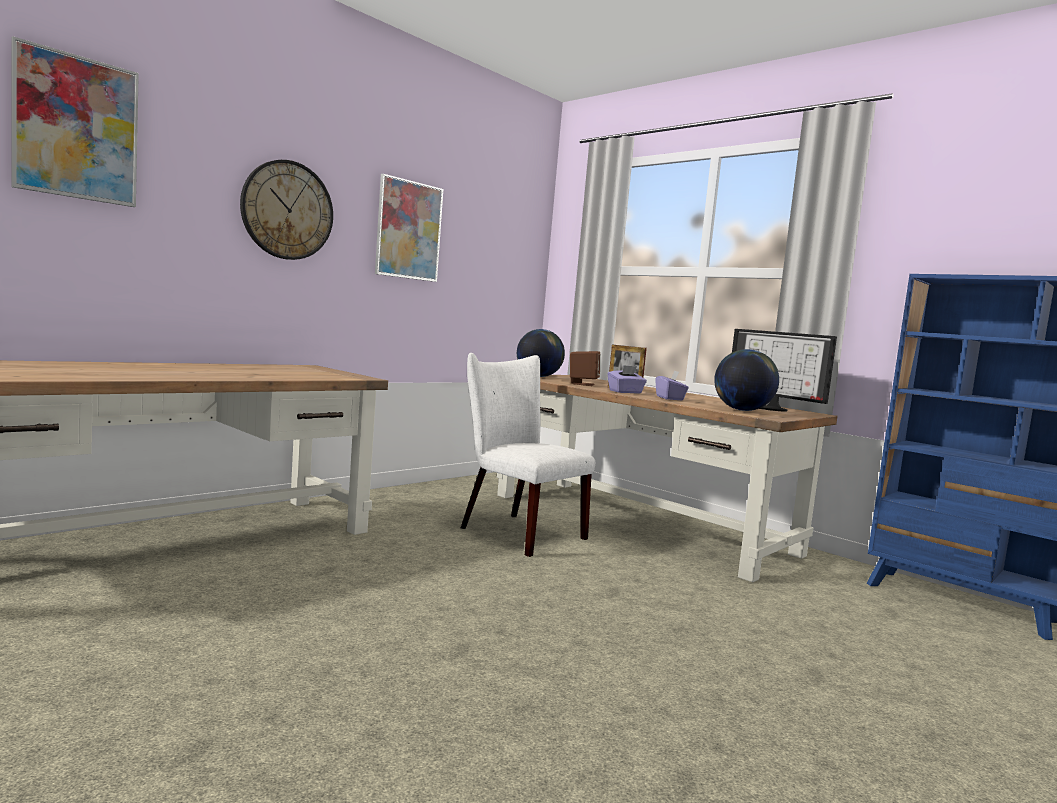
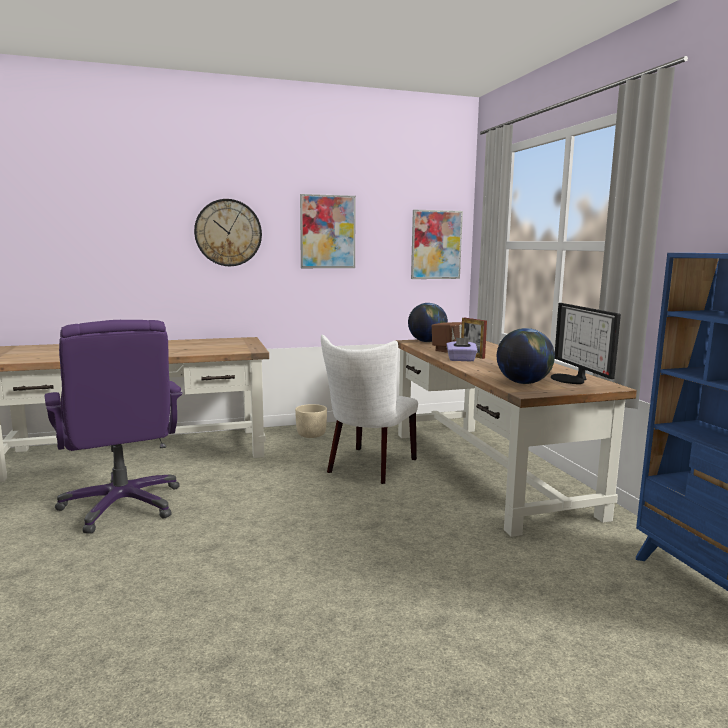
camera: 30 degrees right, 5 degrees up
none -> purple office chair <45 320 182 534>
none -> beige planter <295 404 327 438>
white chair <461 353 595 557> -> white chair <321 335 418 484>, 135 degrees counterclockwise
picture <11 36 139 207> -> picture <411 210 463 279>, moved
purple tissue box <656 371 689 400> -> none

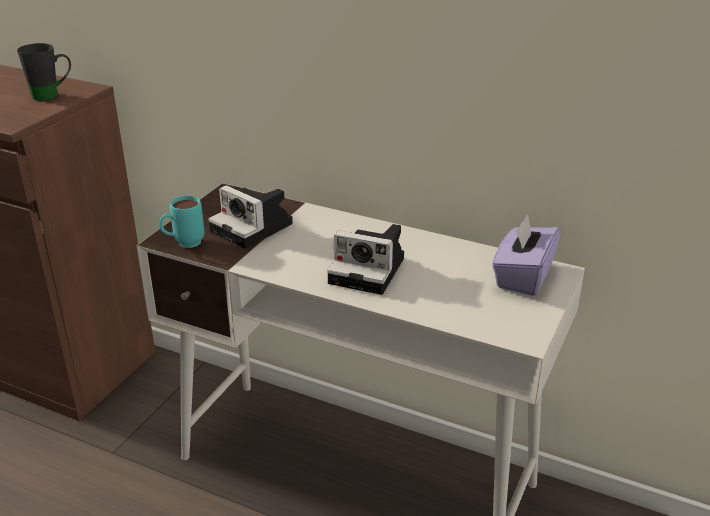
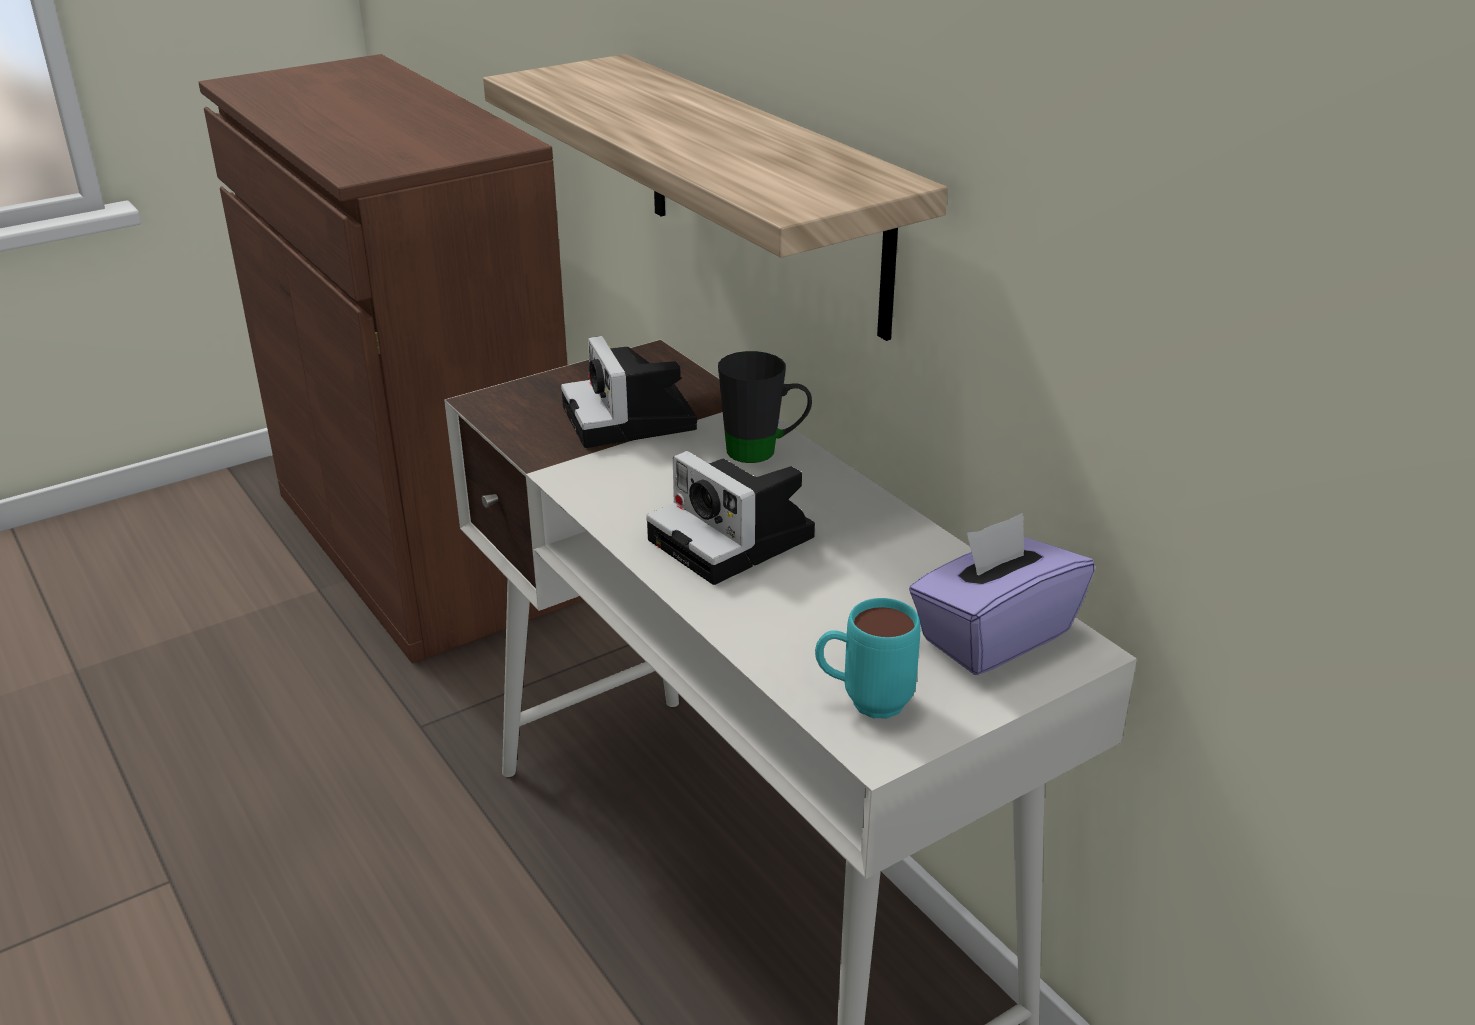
camera: 30 degrees right, 0 degrees up
none -> shelf <483 54 948 341>
black mug <17 43 71 100> -> black mug <718 351 812 463>, moved
turquoise mug <159 196 204 248> -> turquoise mug <815 598 921 719>, moved

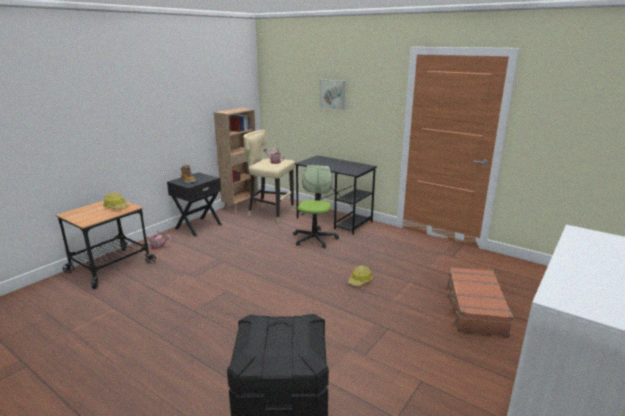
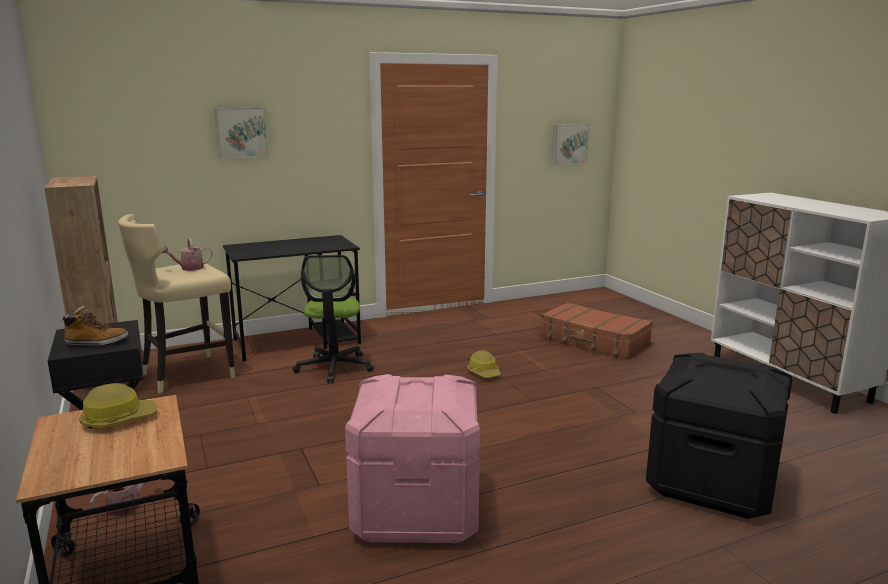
camera: 60 degrees left, 5 degrees down
office chair <293 165 339 248> -> office chair <292 255 374 383>, 135 degrees counterclockwise
none -> pink storage box <345 374 480 544>
none -> picture <552 124 589 165>

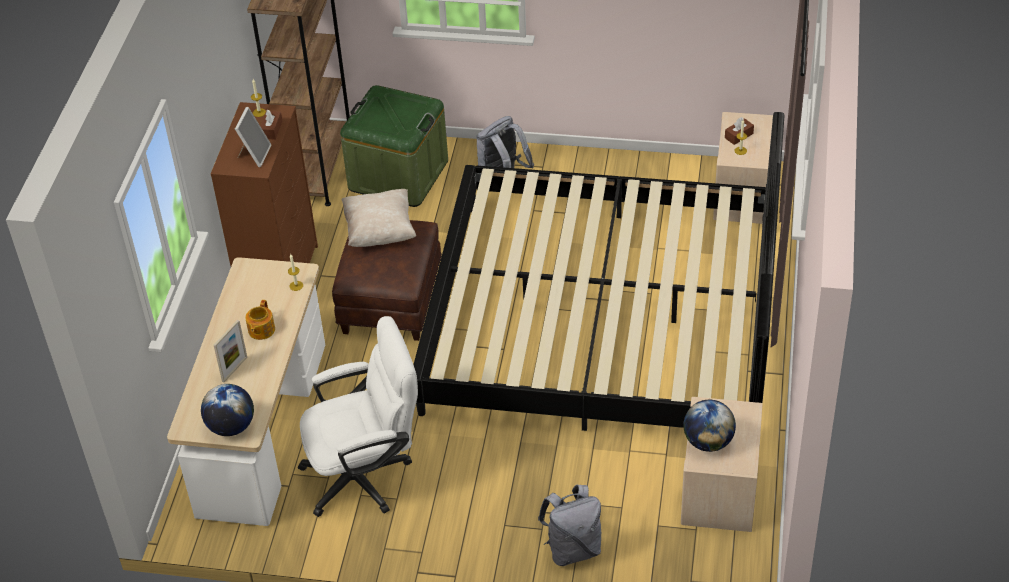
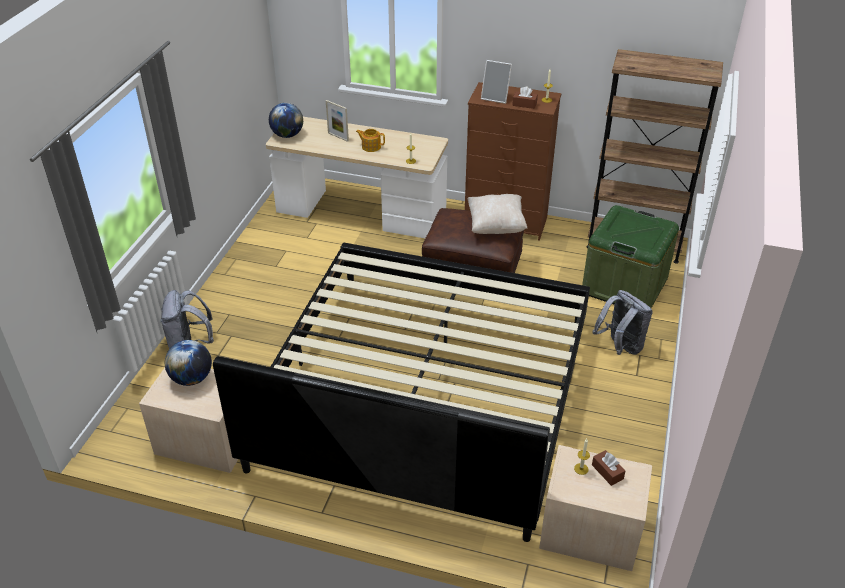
camera: 95 degrees right, 5 degrees down
white office chair <298 316 418 517> -> none

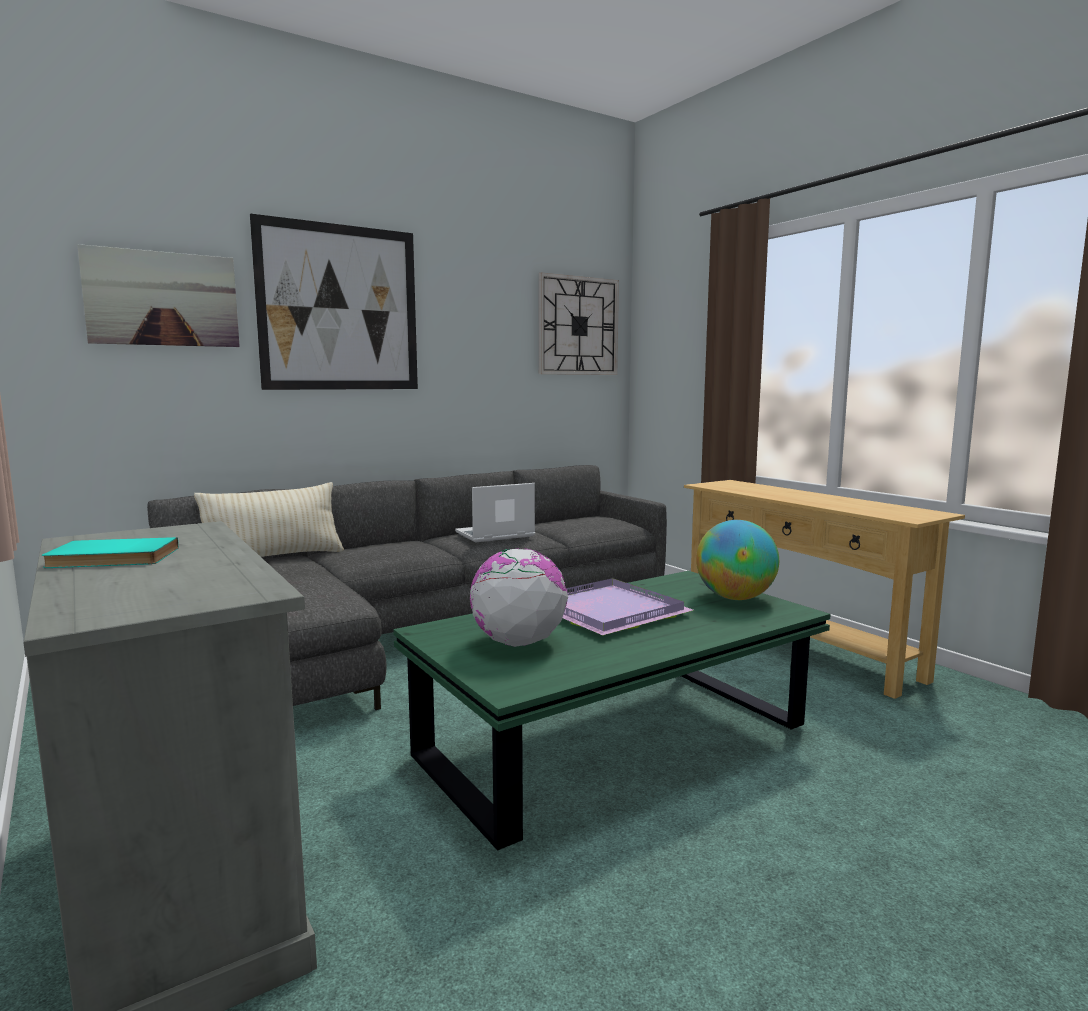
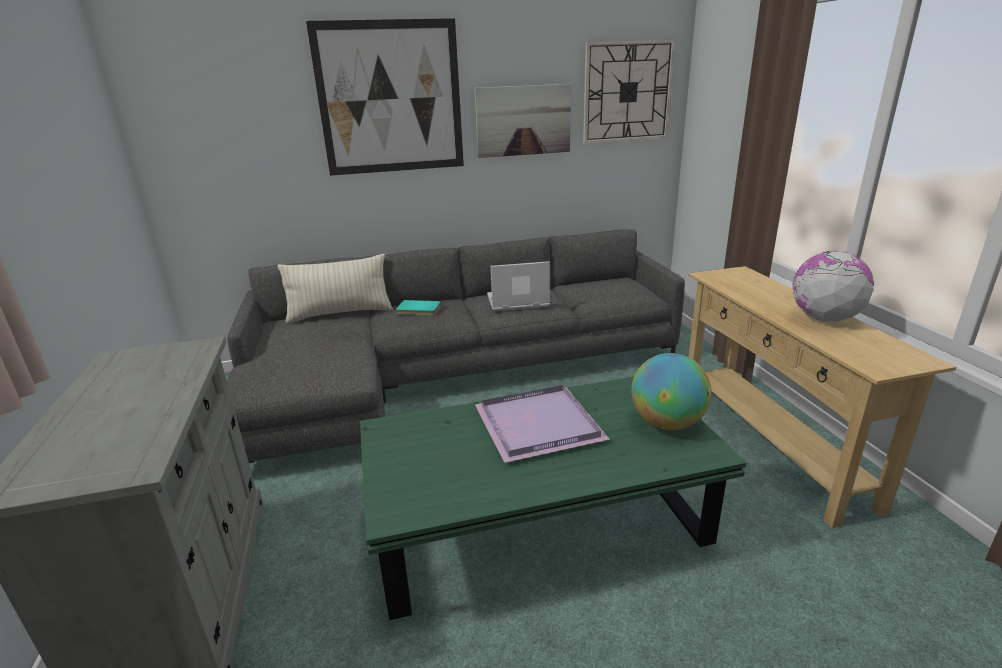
camera: 20 degrees right, 15 degrees up
turquoise book <42 537 179 568> -> turquoise book <396 300 442 316>, moved
picture <77 244 240 347> -> picture <475 84 571 158>, moved
globe <470 548 568 647> -> globe <792 251 875 322>, moved

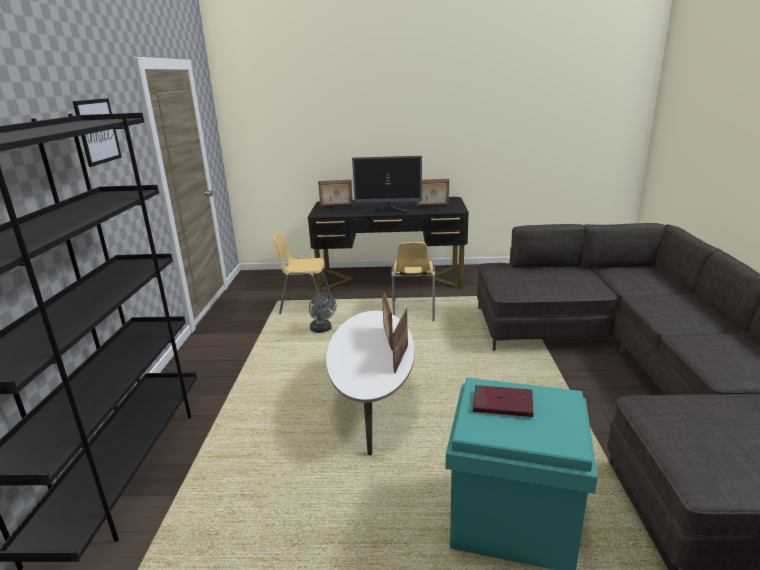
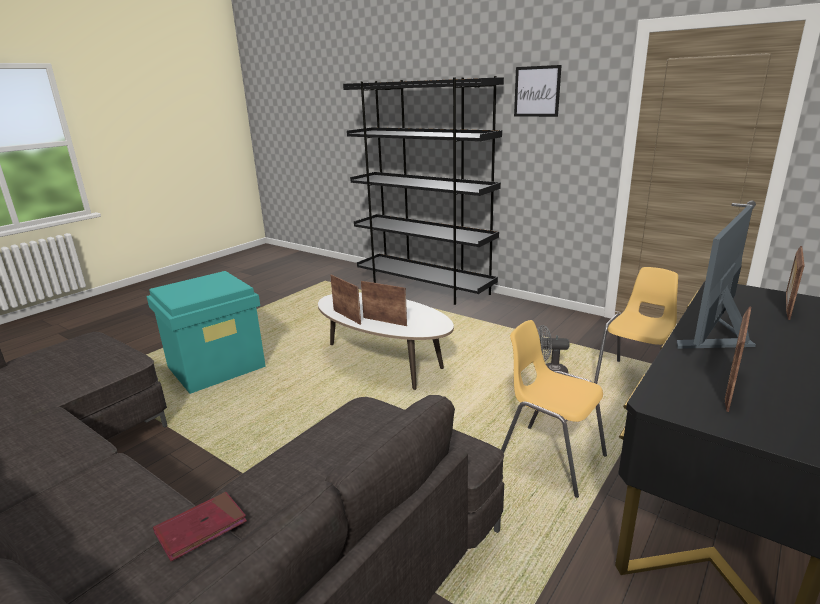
camera: 125 degrees right, 0 degrees up
red book <473 385 533 417> -> red book <153 492 247 561>, moved

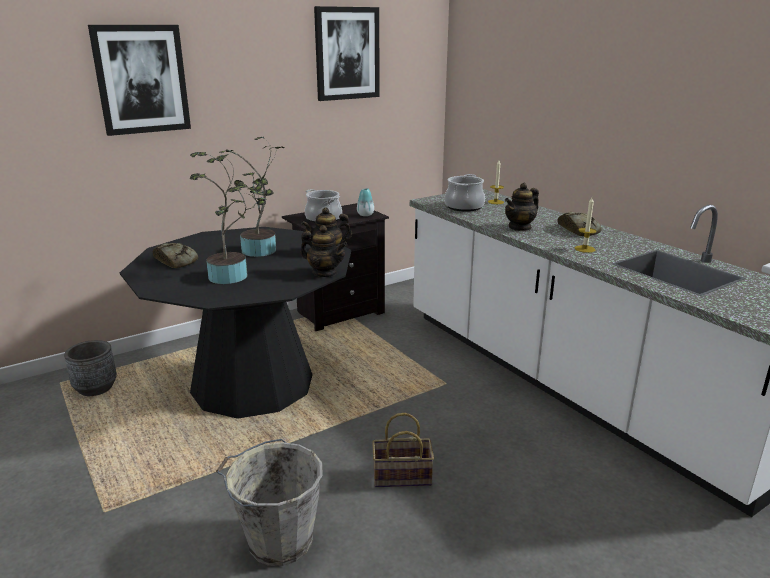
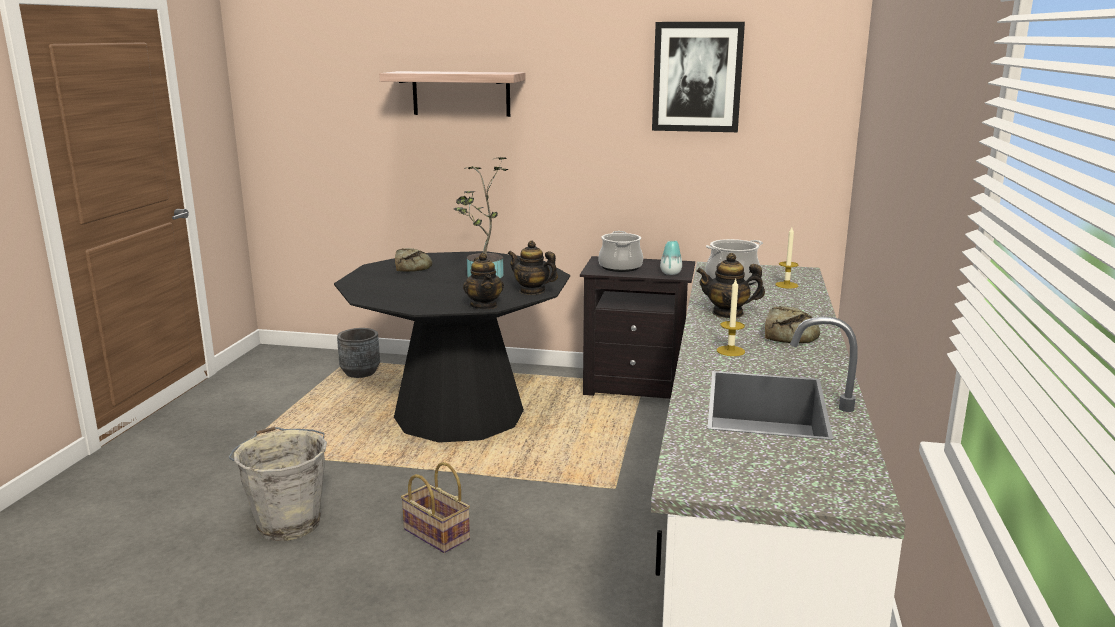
camera: 45 degrees right, 5 degrees down
picture <88 25 191 136> -> shelf <379 71 525 117>
potted plant <190 152 267 284> -> none

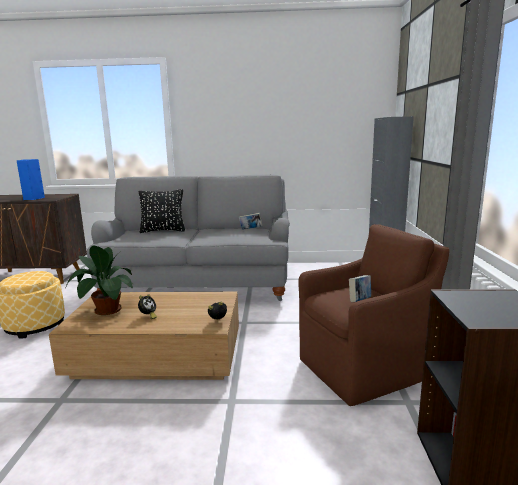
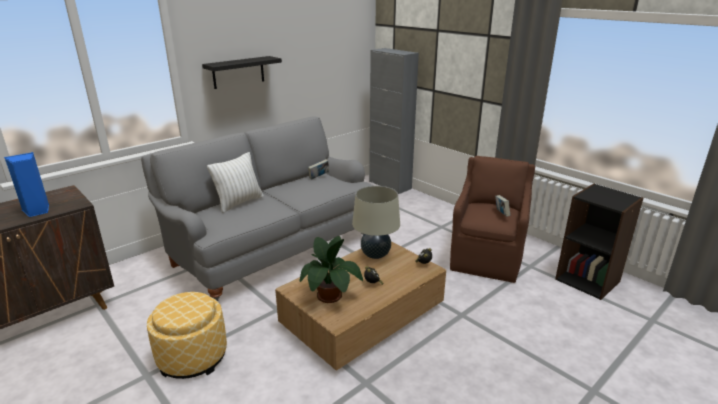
camera: 45 degrees left, 10 degrees up
none -> black shelf <202 56 282 89>
black pillow <139 189 185 233> -> white pillow <207 152 264 213>
none -> beige table lamp <352 186 400 259>

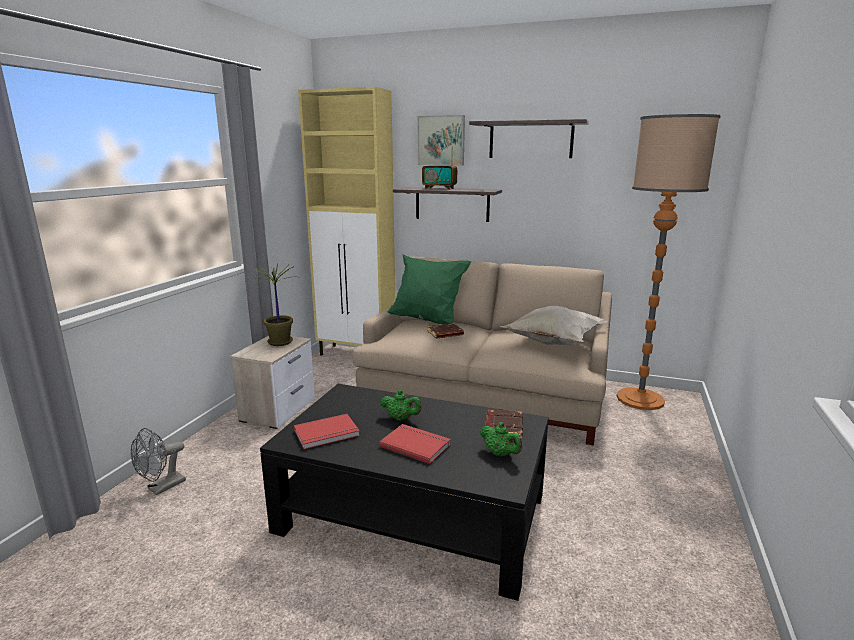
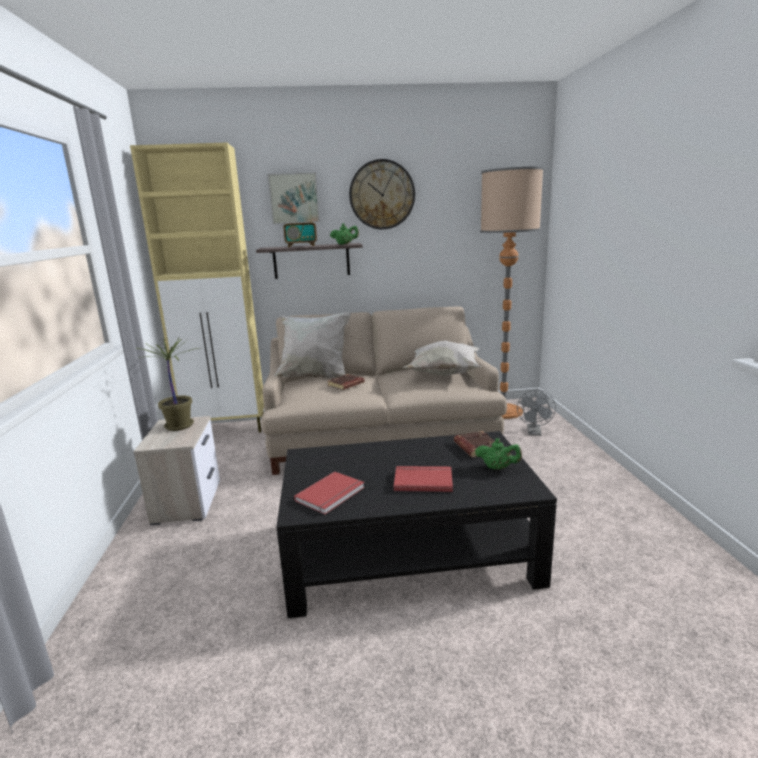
camera: 25 degrees left, 0 degrees up
green pillow <387 254 471 325> -> white pillow <275 312 351 378>
green teapot <380 390 422 420> -> green teapot <330 223 359 245>, moved
shelf <469 119 589 158> -> wall clock <349 159 415 229>
grey fan <131 428 186 495> -> grey fan <517 390 556 436>, moved

